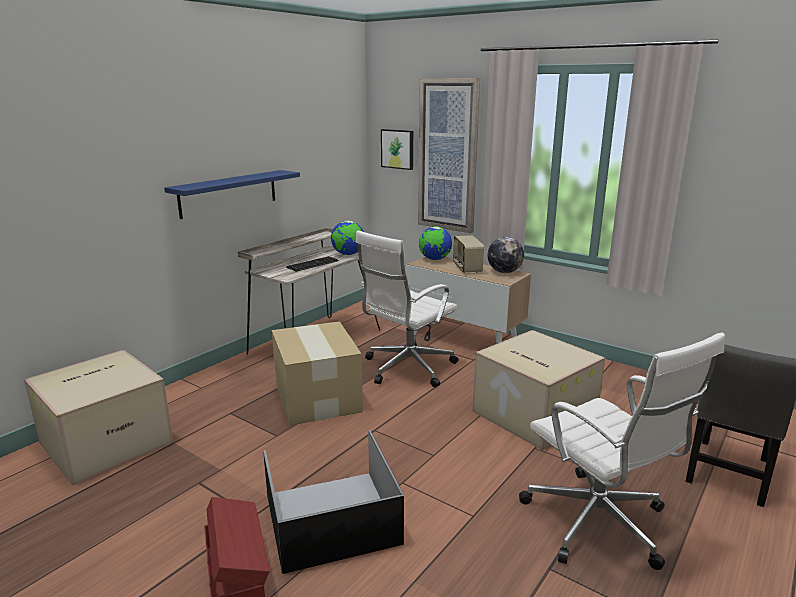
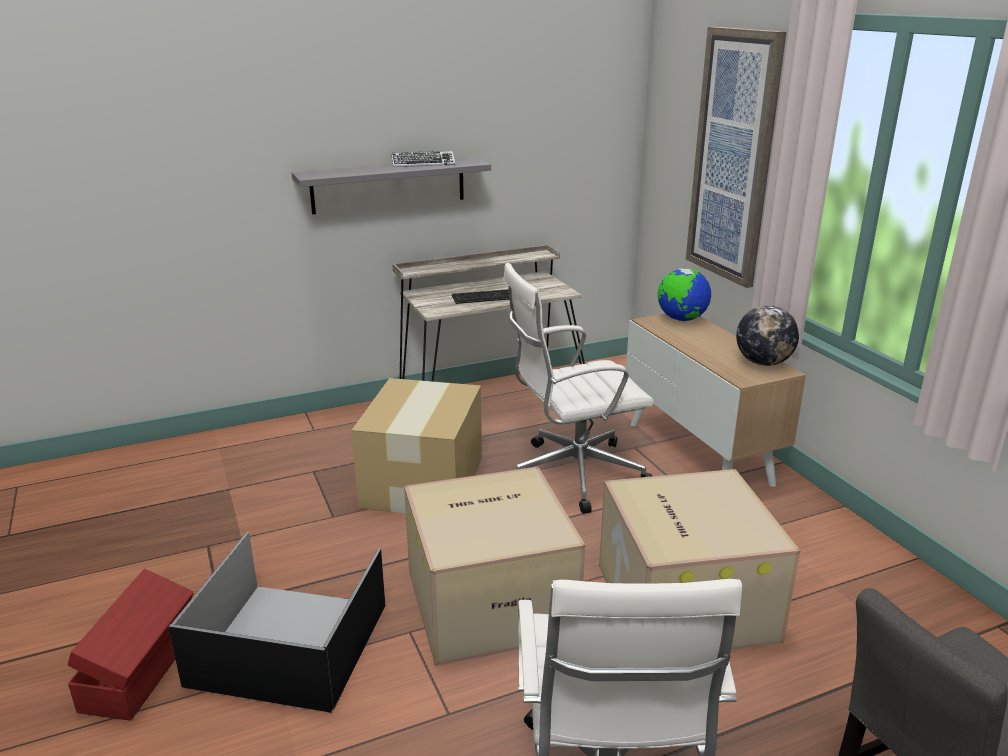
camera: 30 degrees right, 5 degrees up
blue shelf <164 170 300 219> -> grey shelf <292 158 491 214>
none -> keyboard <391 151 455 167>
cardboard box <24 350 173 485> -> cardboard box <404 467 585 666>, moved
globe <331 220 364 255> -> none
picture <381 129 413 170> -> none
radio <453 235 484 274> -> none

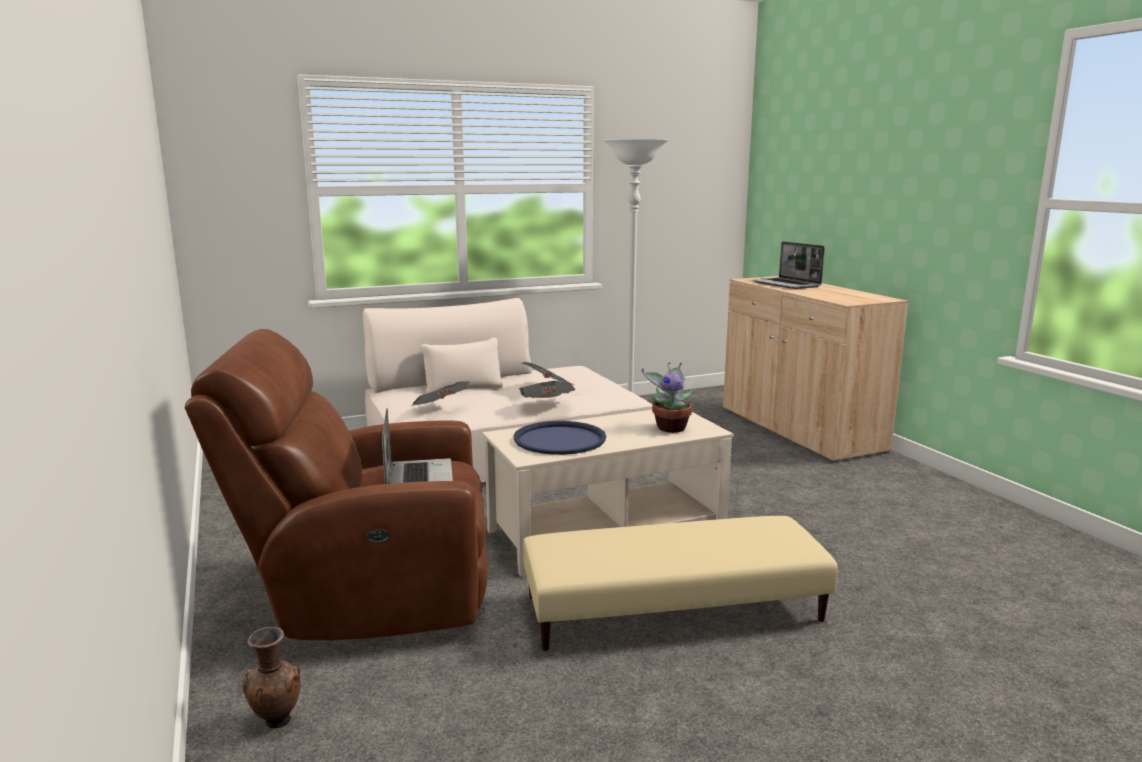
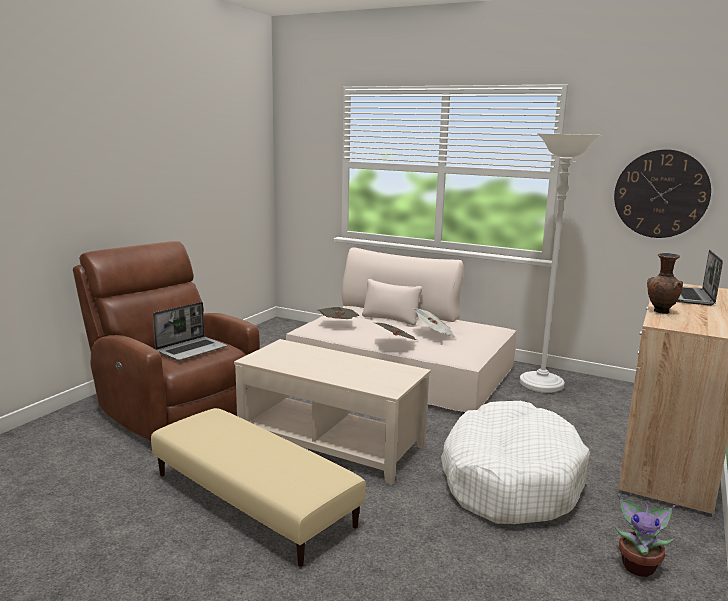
camera: 50 degrees right, 0 degrees up
none -> white dog bed <441 401 590 524>
none -> wall clock <614 149 711 238>
potted plant <642 362 693 433> -> potted plant <614 495 675 577>, moved
brown vase <242 627 301 728> -> brown vase <647 253 683 314>, moved
blue tray <513 421 606 455> -> none

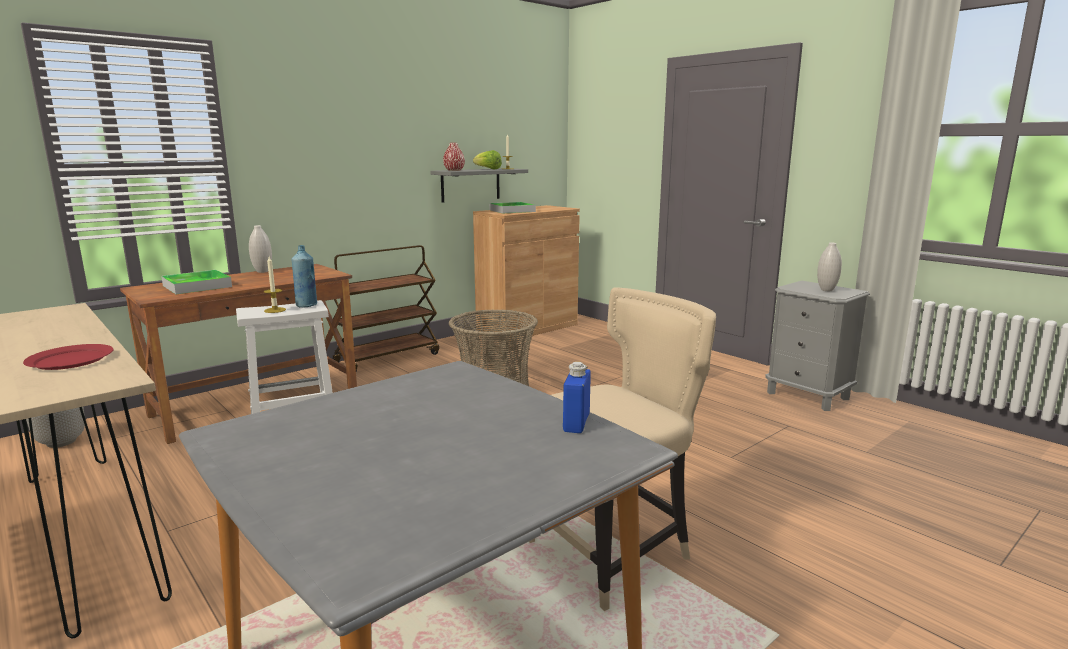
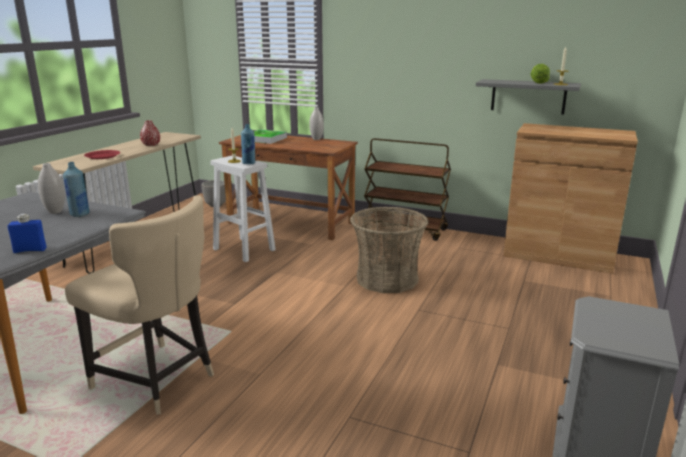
camera: 65 degrees right, 5 degrees up
white vase <817 243 842 291> -> white vase <38 163 65 214>, moved
none -> blue bottle <63 162 89 217>
red vase <443 143 465 171> -> red vase <140 120 160 146>, moved
tray <489 202 536 213> -> none

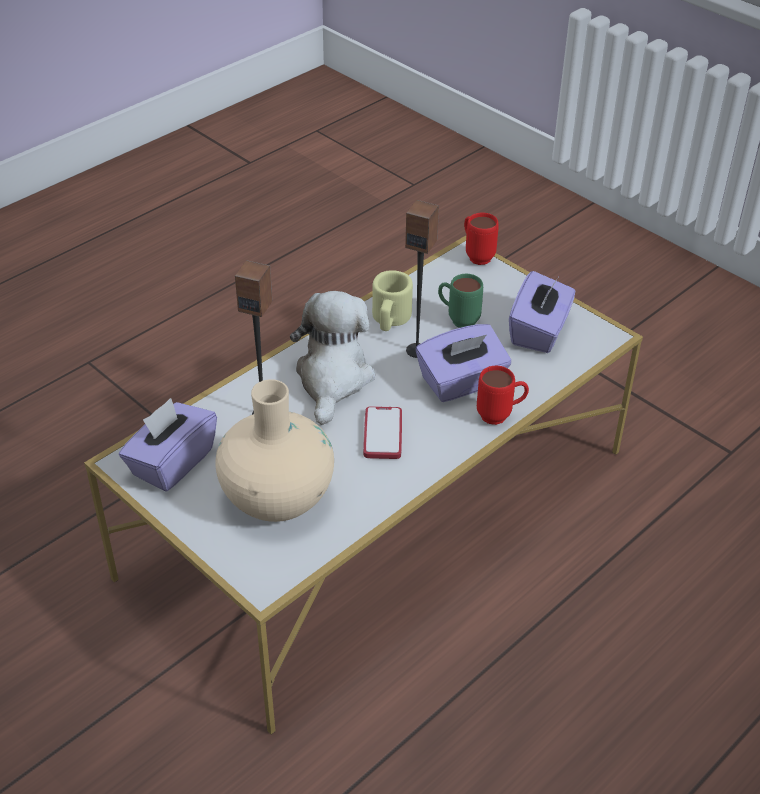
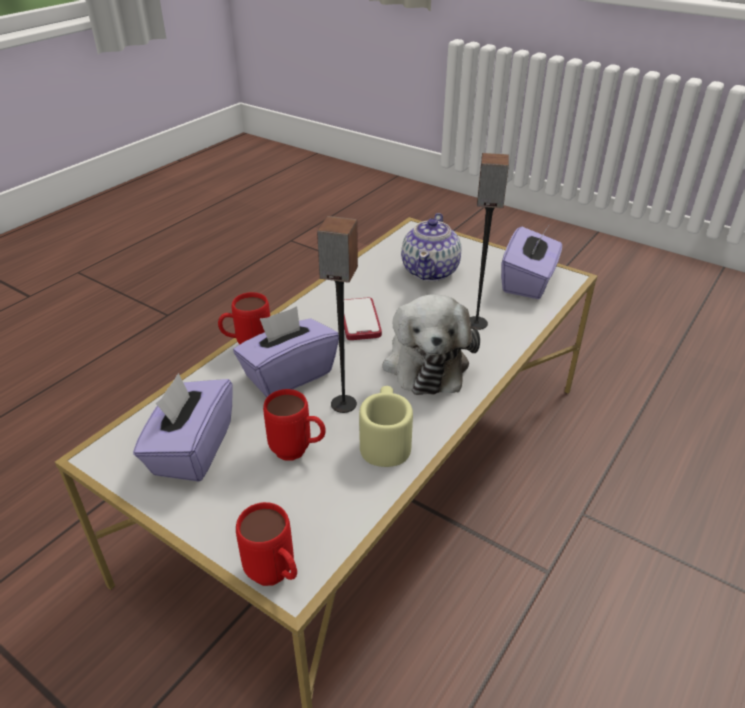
camera: 170 degrees right, 5 degrees down
green mug <438 274 483 328> -> red mug <263 389 326 460>
beige vase <215 379 334 522> -> teapot <401 213 461 281>

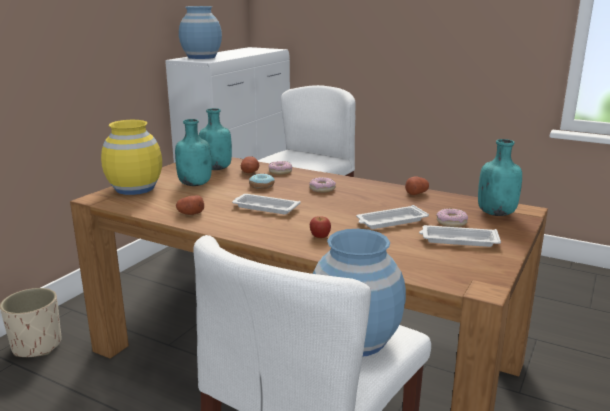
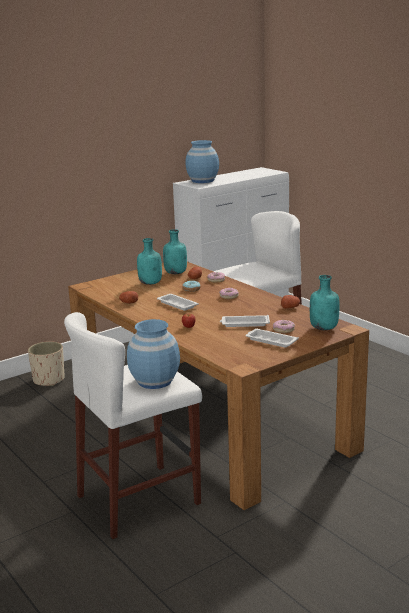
camera: 25 degrees right, 0 degrees up
yellow vase <101 120 162 195> -> none

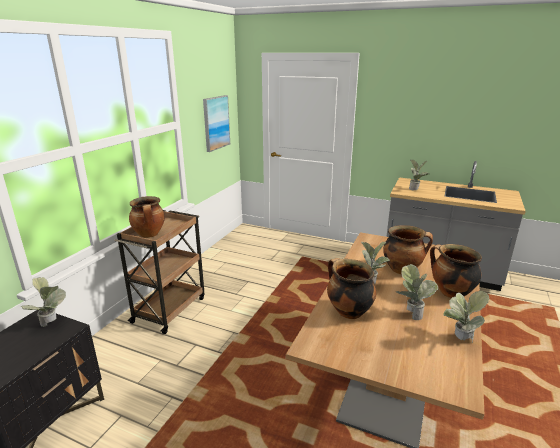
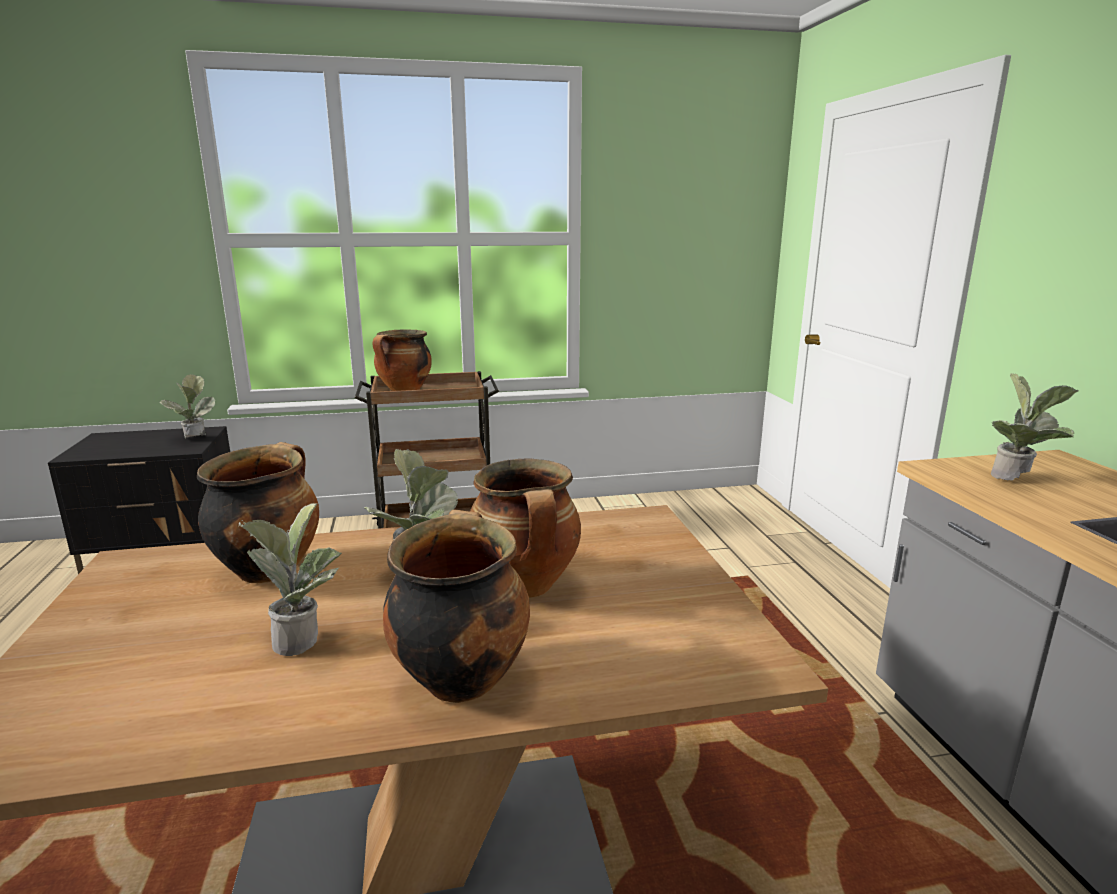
camera: 55 degrees right, 5 degrees down
picture <203 95 230 152> -> none
potted plant <444 291 489 343> -> none

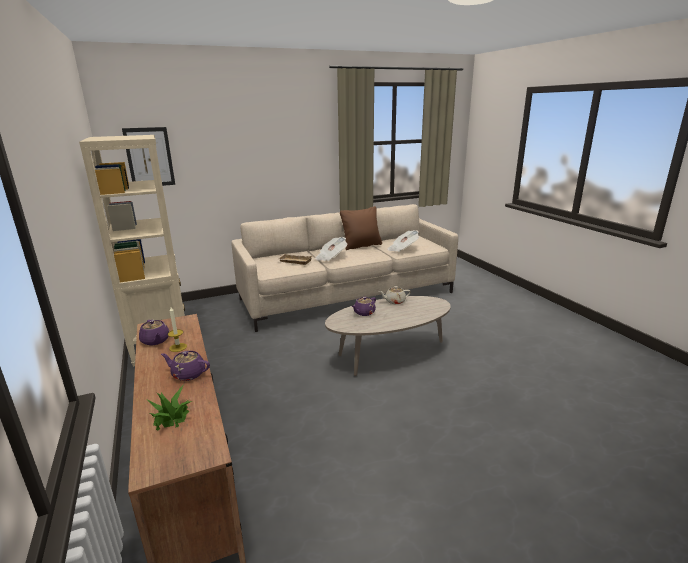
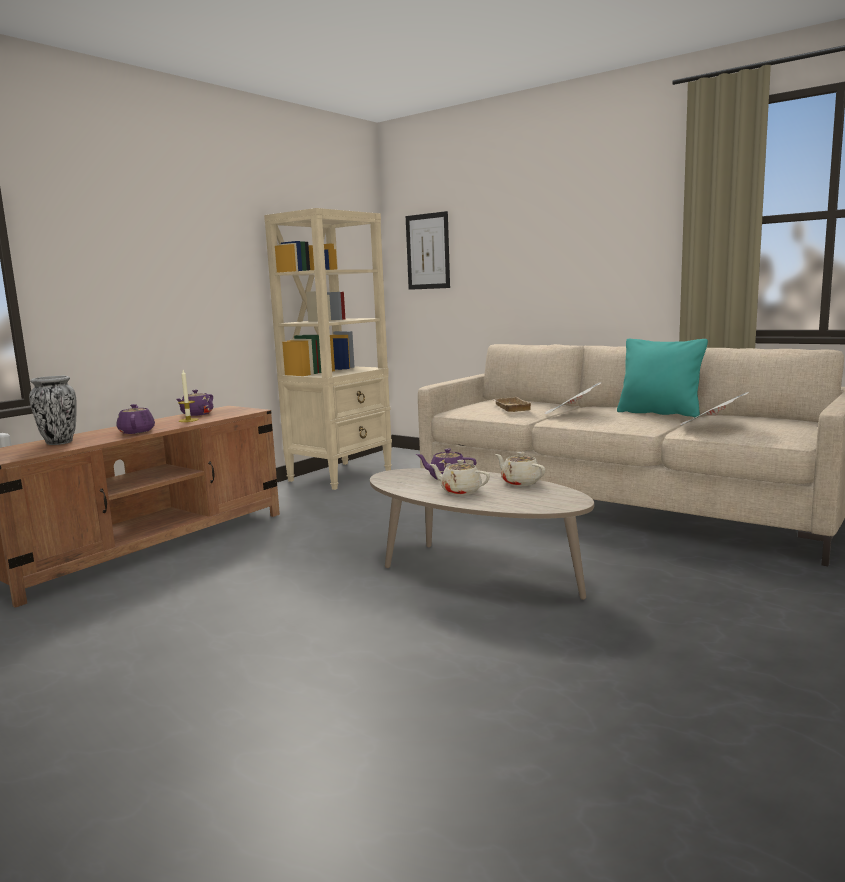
camera: 60 degrees right, 10 degrees down
potted plant <146 385 192 430> -> vase <29 376 77 445>
none -> beige teapot <430 460 490 495>
brown pillow <340 206 382 250> -> turquoise pillow <617 339 708 418>

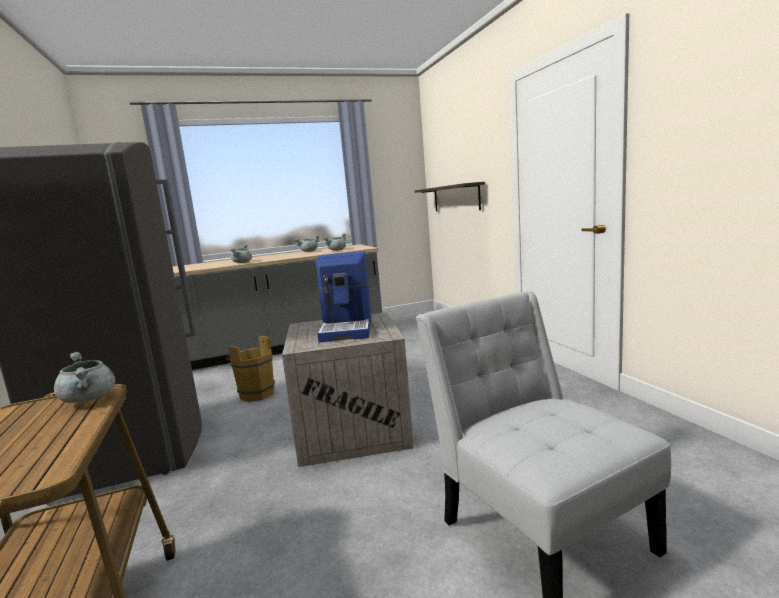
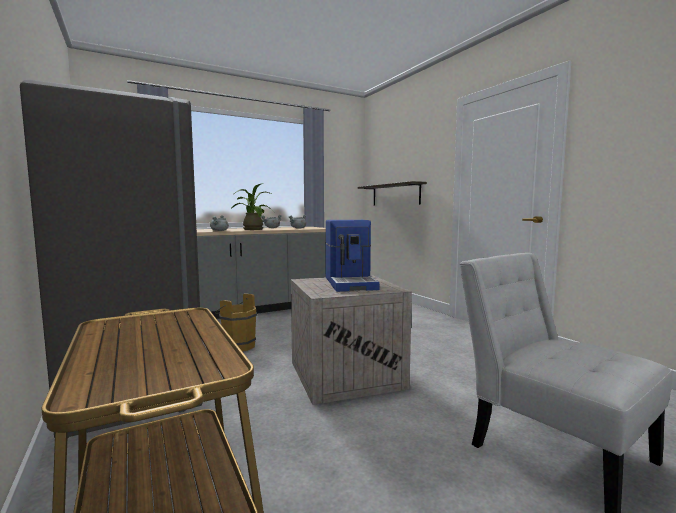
camera: 10 degrees left, 5 degrees down
none -> potted plant <232 183 273 230>
grey cooking pot <54 352 115 403> -> none

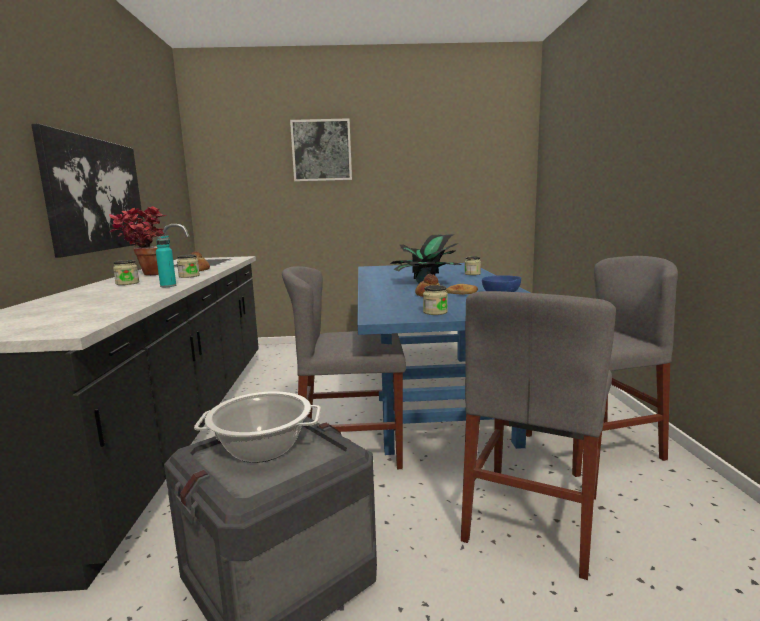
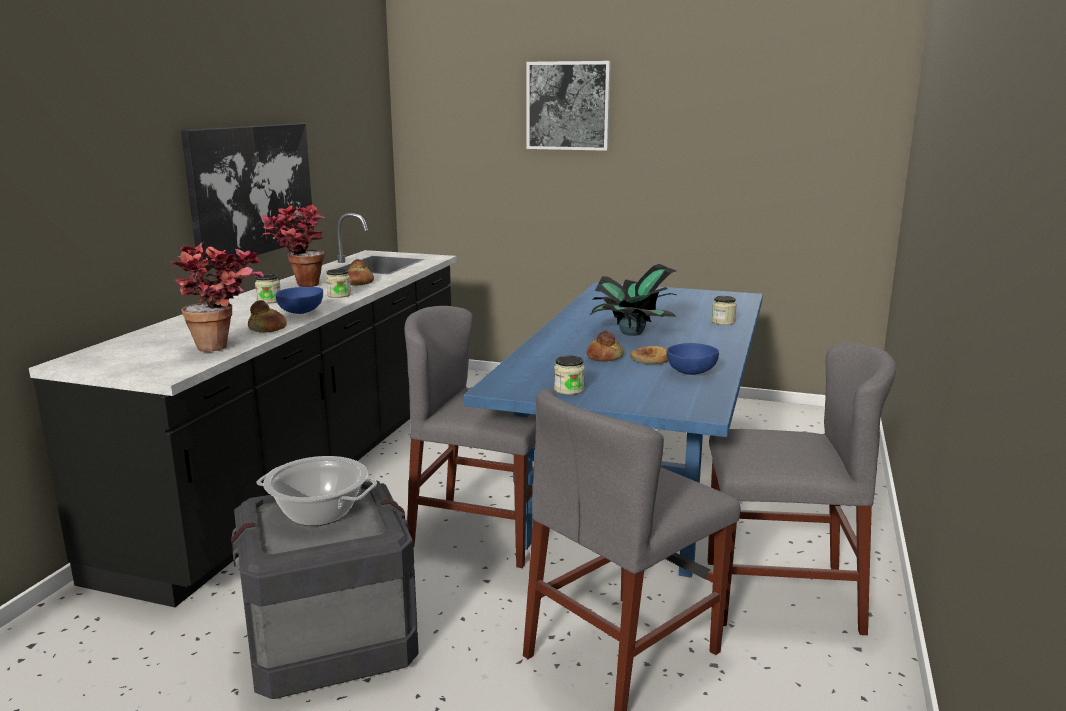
camera: 20 degrees right, 5 degrees up
none -> potted plant <171 242 264 352>
none -> bread <248 300 287 333>
turquoise bottle <156 236 176 287> -> blue bowl <276 287 323 314>

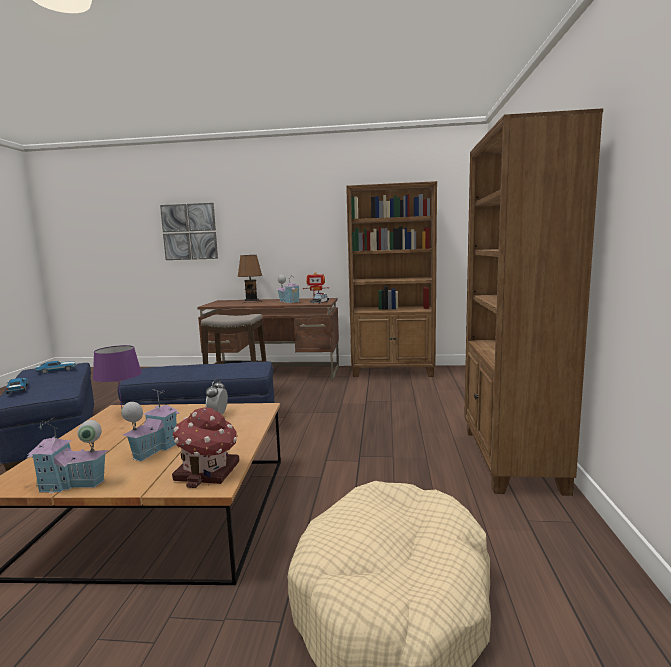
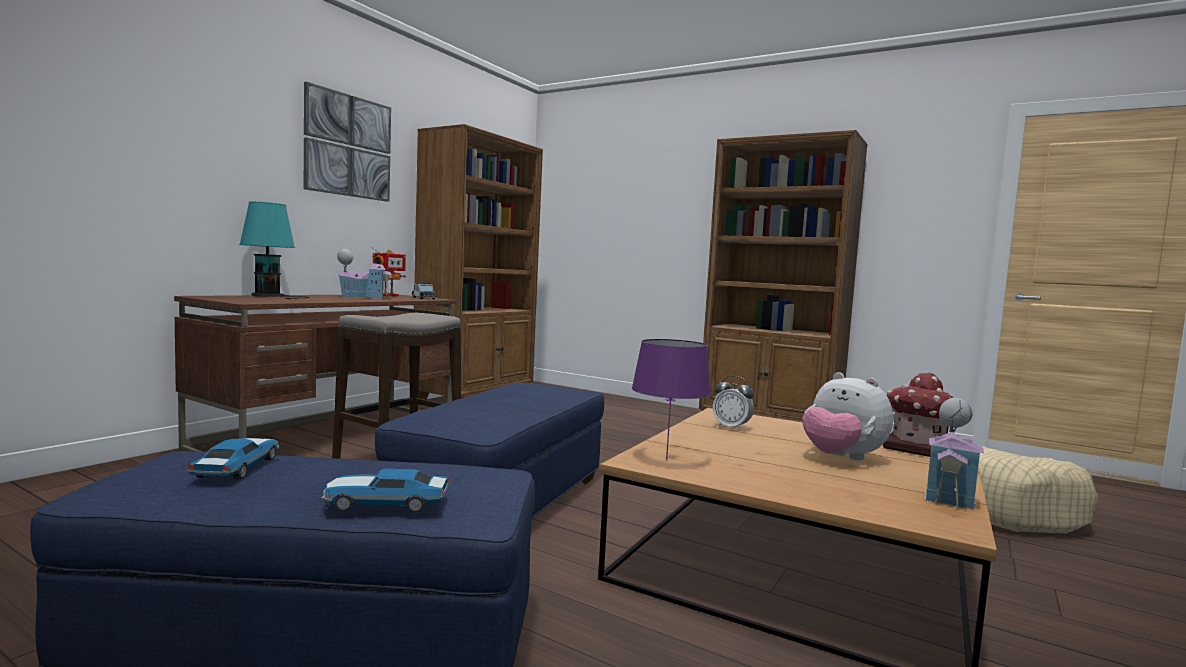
camera: 65 degrees left, 5 degrees down
brown table lamp <237 255 262 303> -> turquoise table lamp <239 202 310 299>
picture <160 203 218 260> -> picture <304 82 391 202>, moved
toy house <121 389 179 462> -> plush toy <802 372 893 461>

